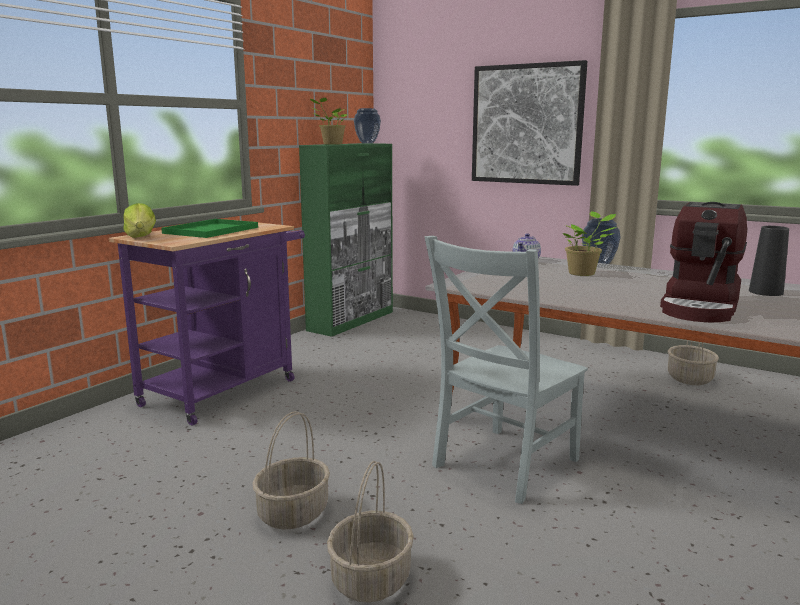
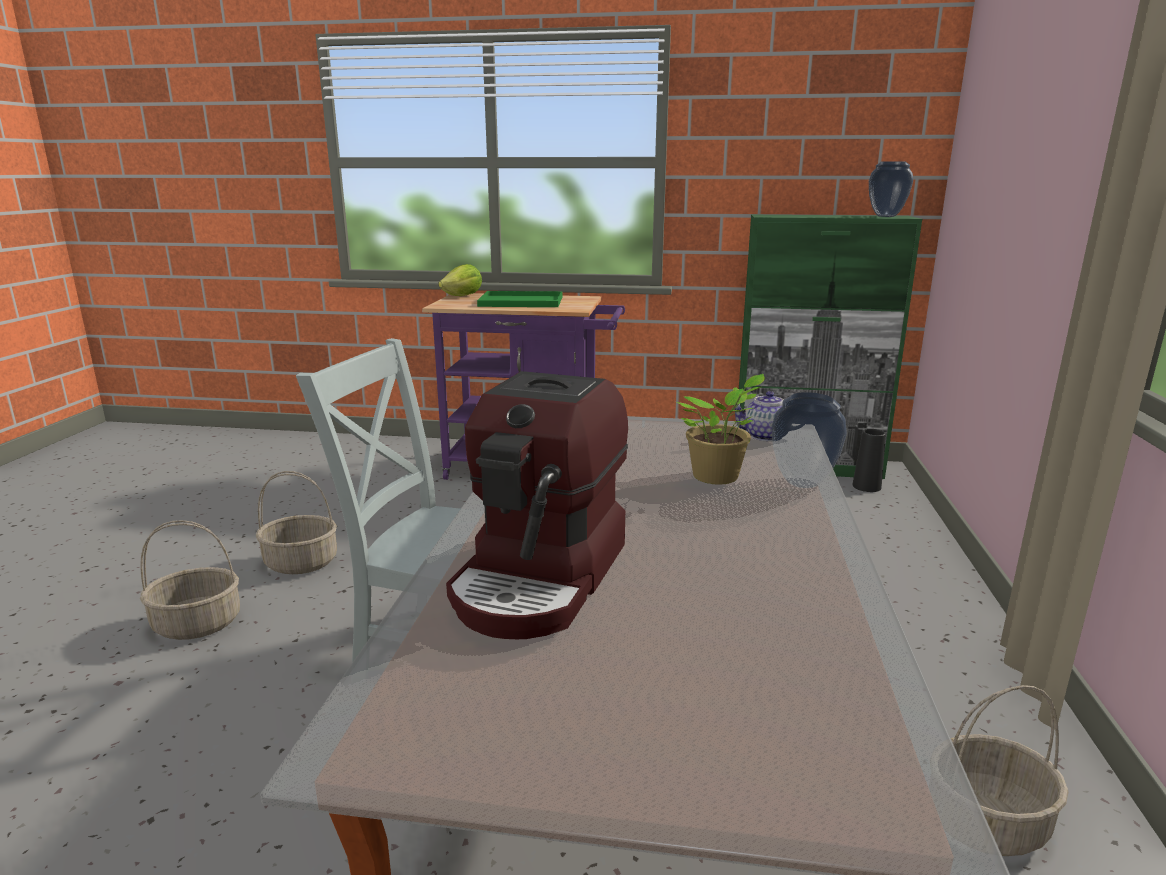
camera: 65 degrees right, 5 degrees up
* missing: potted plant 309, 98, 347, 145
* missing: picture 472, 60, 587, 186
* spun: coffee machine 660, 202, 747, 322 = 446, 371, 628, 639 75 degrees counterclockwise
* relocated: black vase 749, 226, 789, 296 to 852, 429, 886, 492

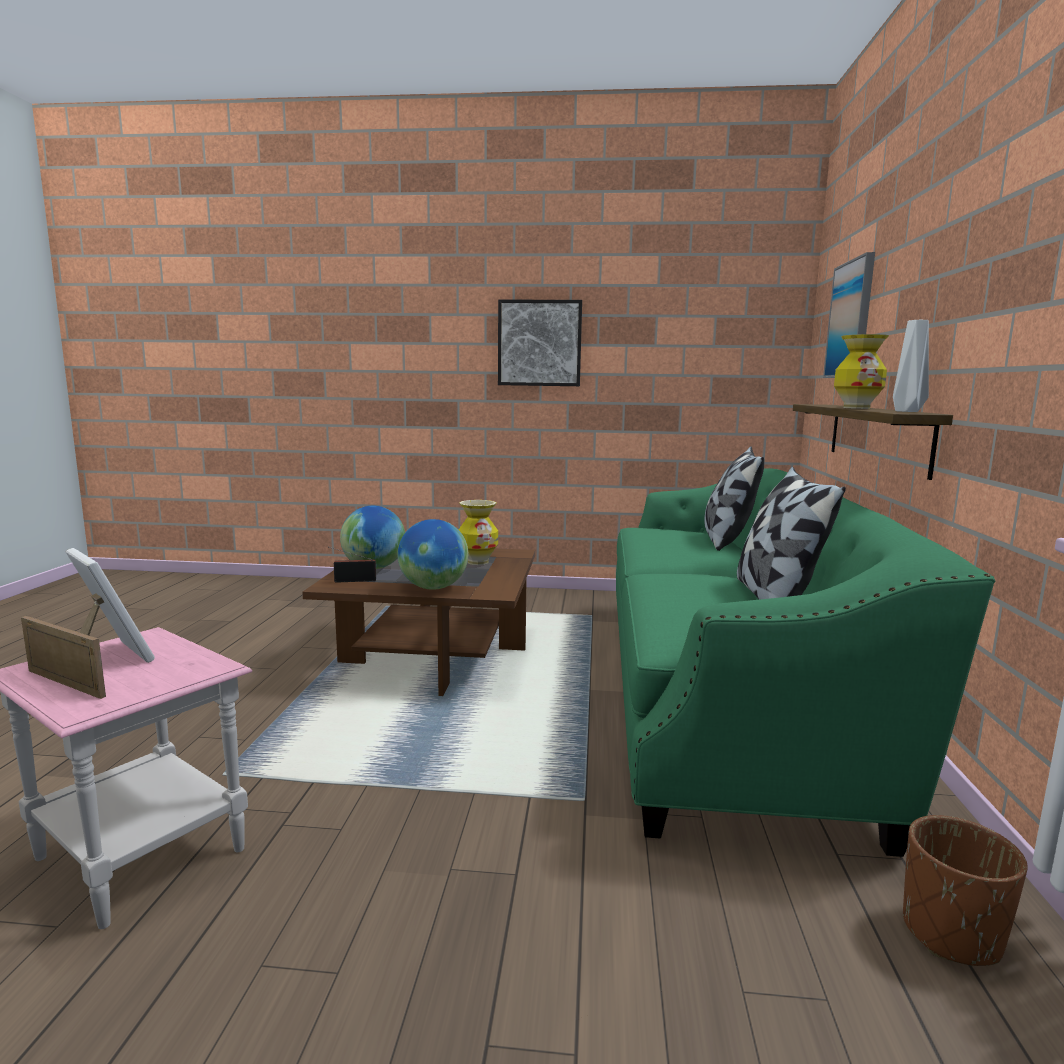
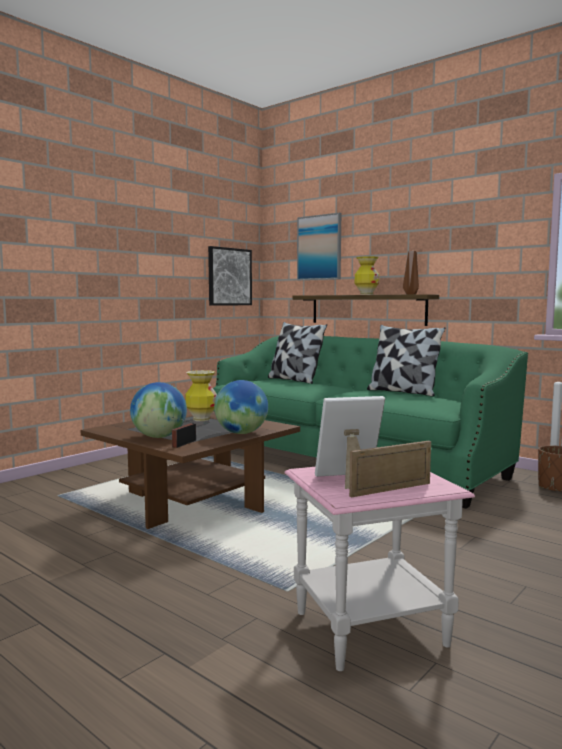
camera: 55 degrees left, 5 degrees down
* relocated: picture 498, 300, 582, 386 to 208, 246, 252, 306
* colour: white vase 893, 320, 929, 412 to brown vase 403, 251, 419, 295

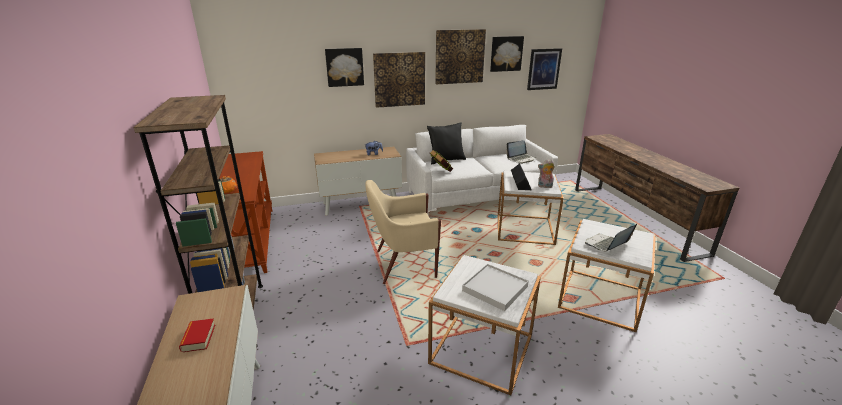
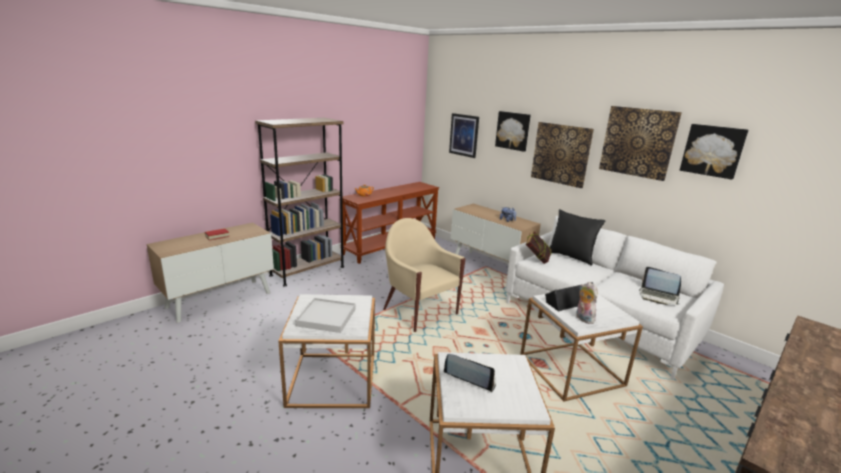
camera: 60 degrees right, 5 degrees down
* relocated: picture 527, 48, 562, 90 to 449, 113, 479, 158

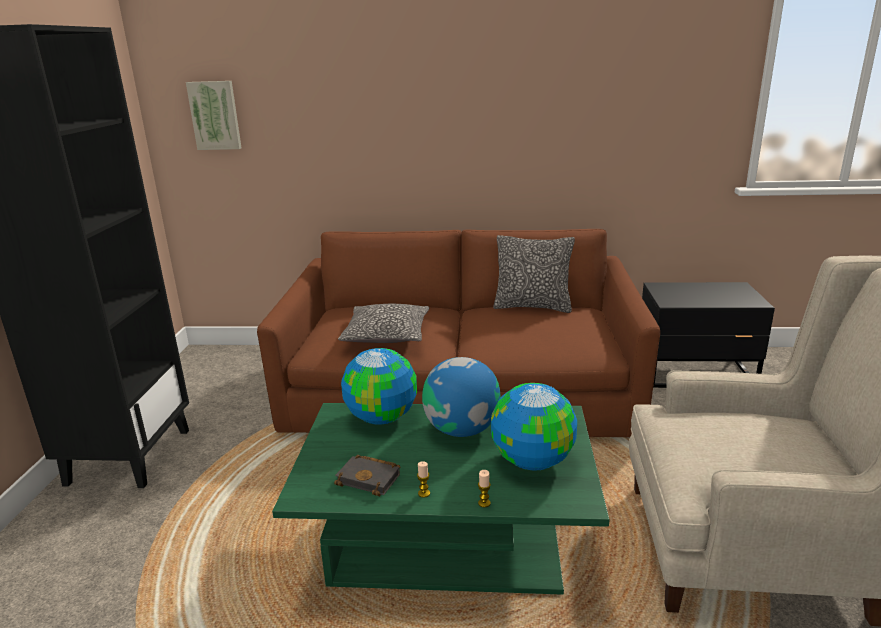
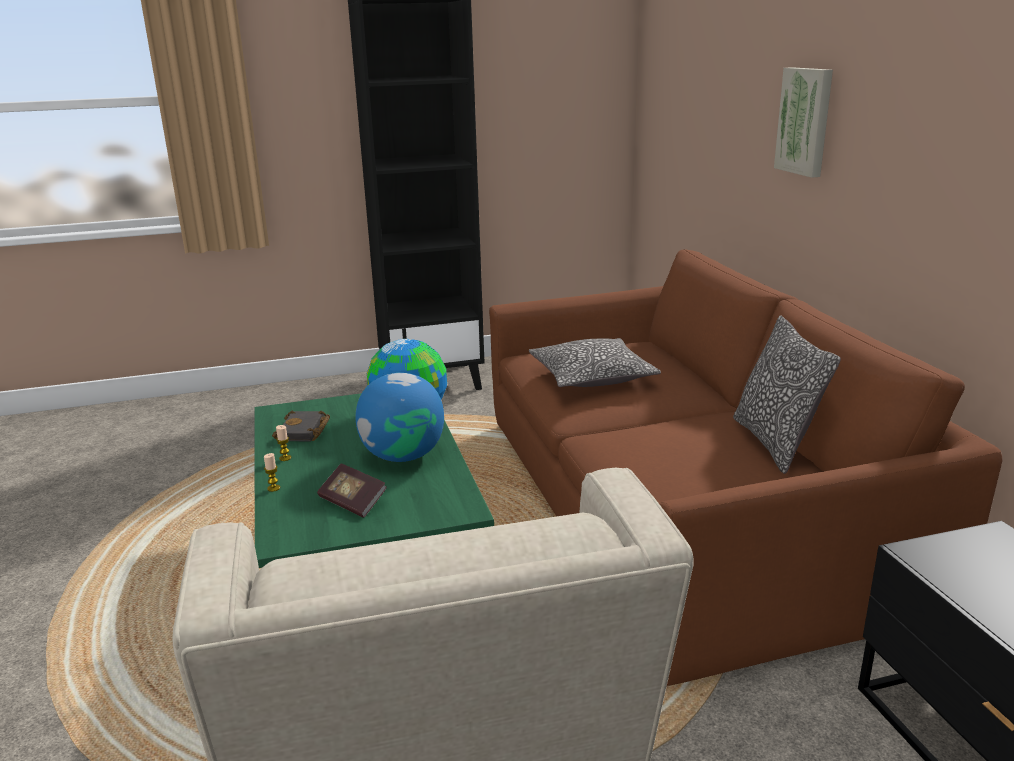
camera: 70 degrees right, 0 degrees up
* relocated: picture 186, 81, 242, 150 to 774, 67, 833, 178
* exchanged: globe 491, 383, 577, 471 to book 317, 463, 387, 518

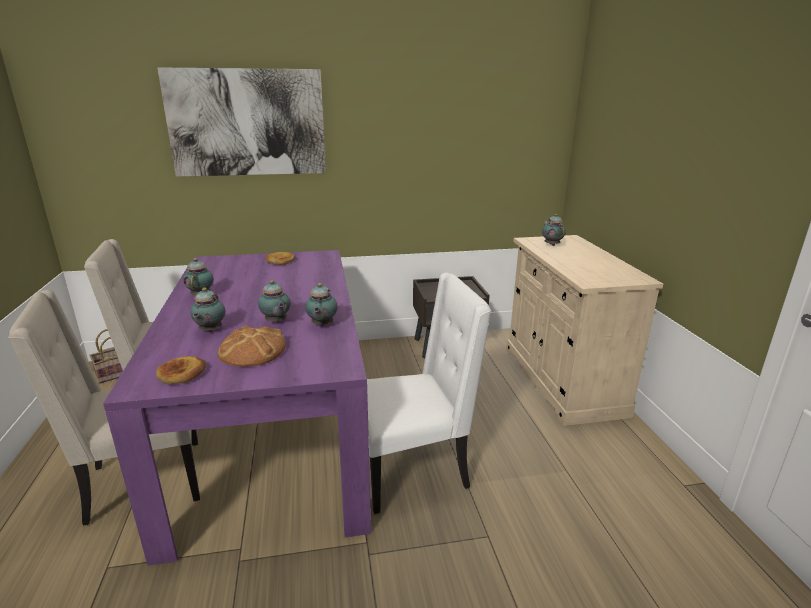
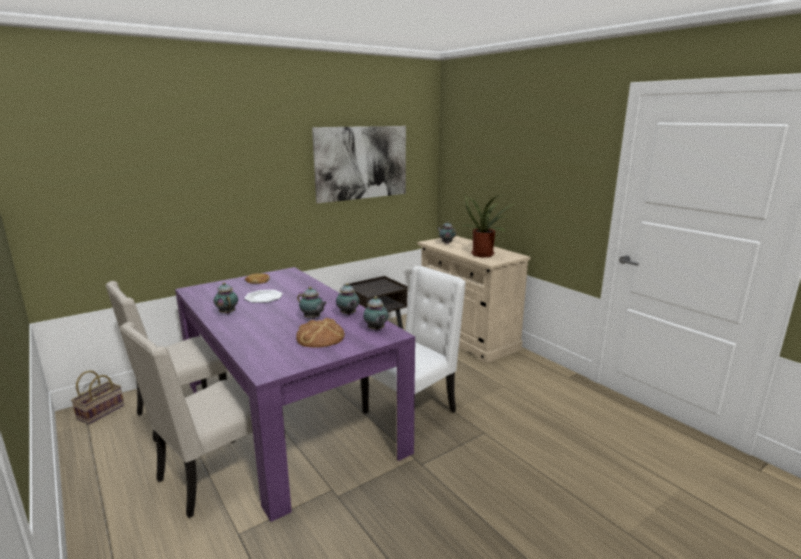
camera: 25 degrees left, 5 degrees down
* missing: bread 156, 356, 206, 384
* relocated: picture 157, 67, 326, 177 to 312, 126, 406, 203
* relocated: teapot 190, 288, 225, 332 to 363, 296, 388, 331
* appeared: plate 244, 290, 283, 303
* appeared: potted plant 462, 194, 514, 257

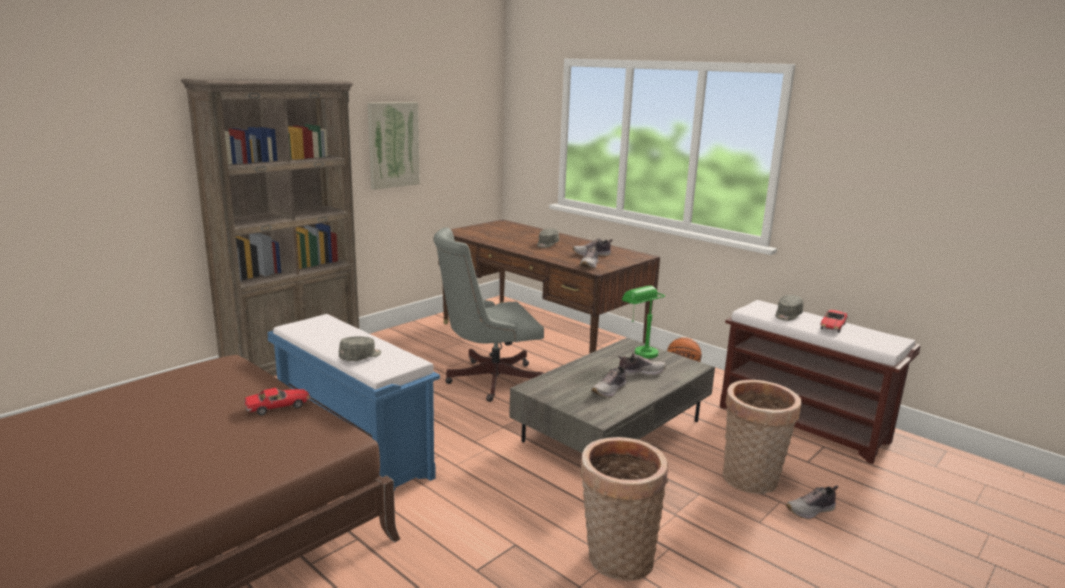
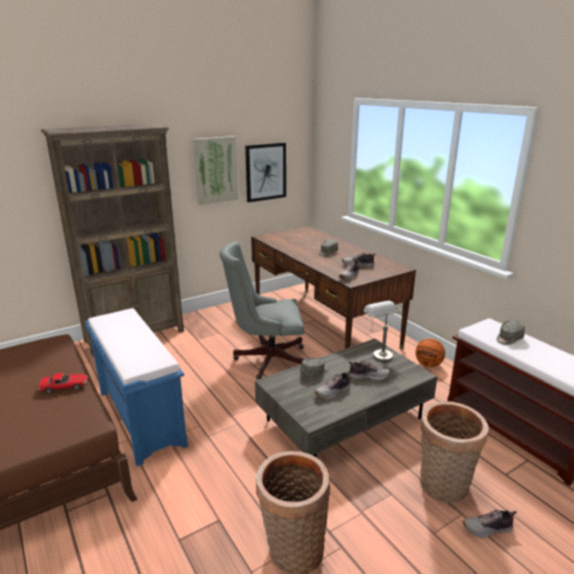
camera: 15 degrees right, 5 degrees up
* relocated: grey cap 339, 336, 381, 361 to 300, 358, 328, 377
* colour: green table lamp 622, 286, 665, 358 to grey table lamp 363, 301, 401, 362
* missing: toy car 820, 310, 848, 333
* appeared: picture 245, 143, 286, 202

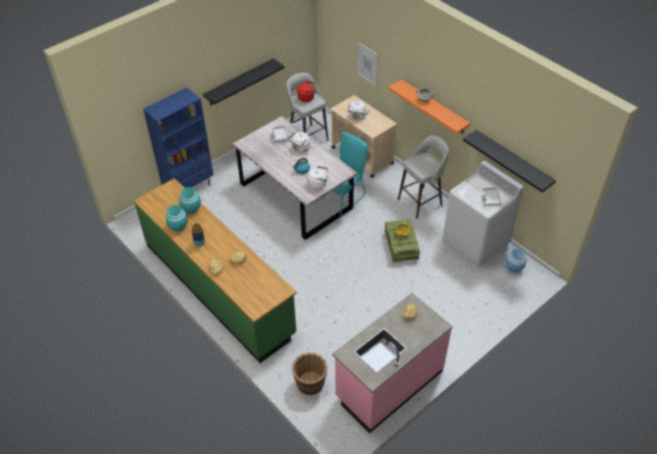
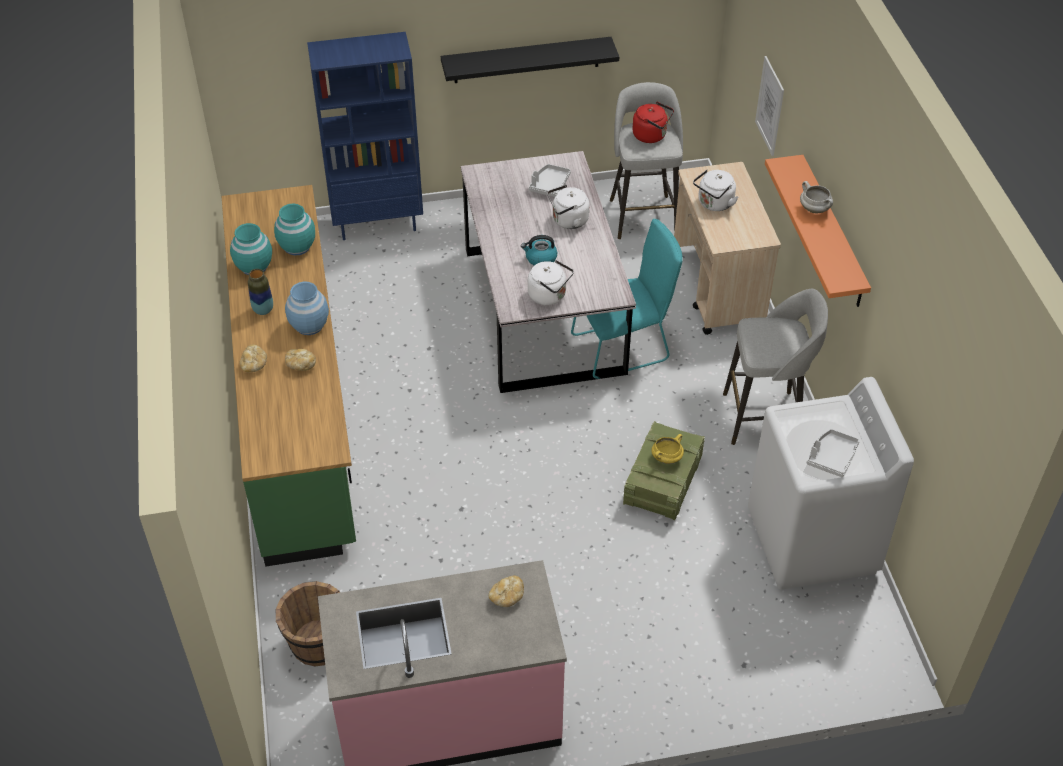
camera: 30 degrees right, 0 degrees up
* missing: black shelf 463, 130, 556, 192
* relocated: blue vase 505, 249, 526, 273 to 285, 281, 329, 335

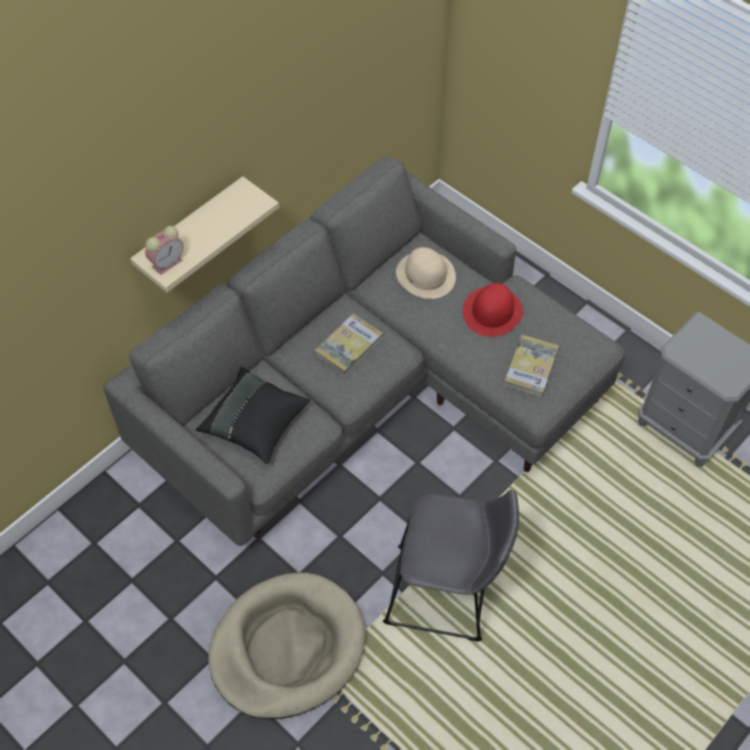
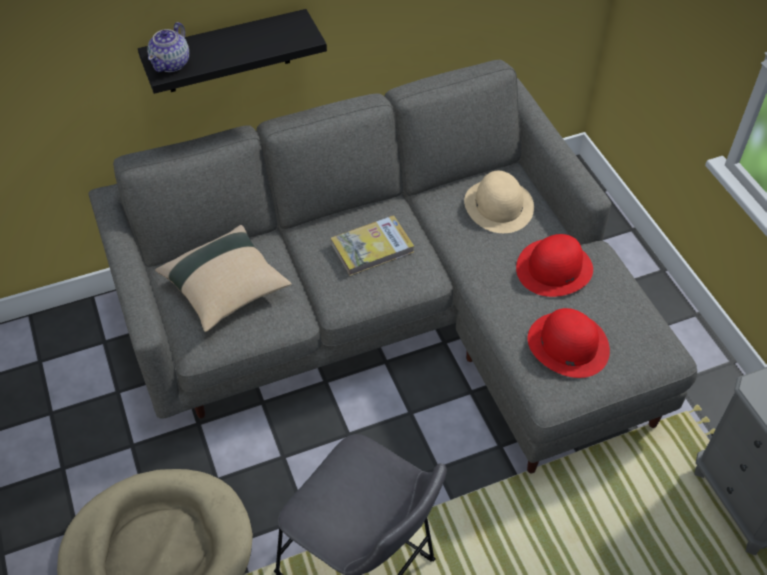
camera: 25 degrees right, 5 degrees down
* colour: beige shelf 130, 176, 279, 293 to black shelf 138, 9, 327, 94
* exchanged: alarm clock 145, 226, 184, 275 to teapot 147, 22, 189, 72
* colour: black pillow 196, 367, 310, 464 to beige pillow 155, 225, 291, 332
* exchanged: book 504, 335, 559, 397 to red hat 528, 308, 610, 378

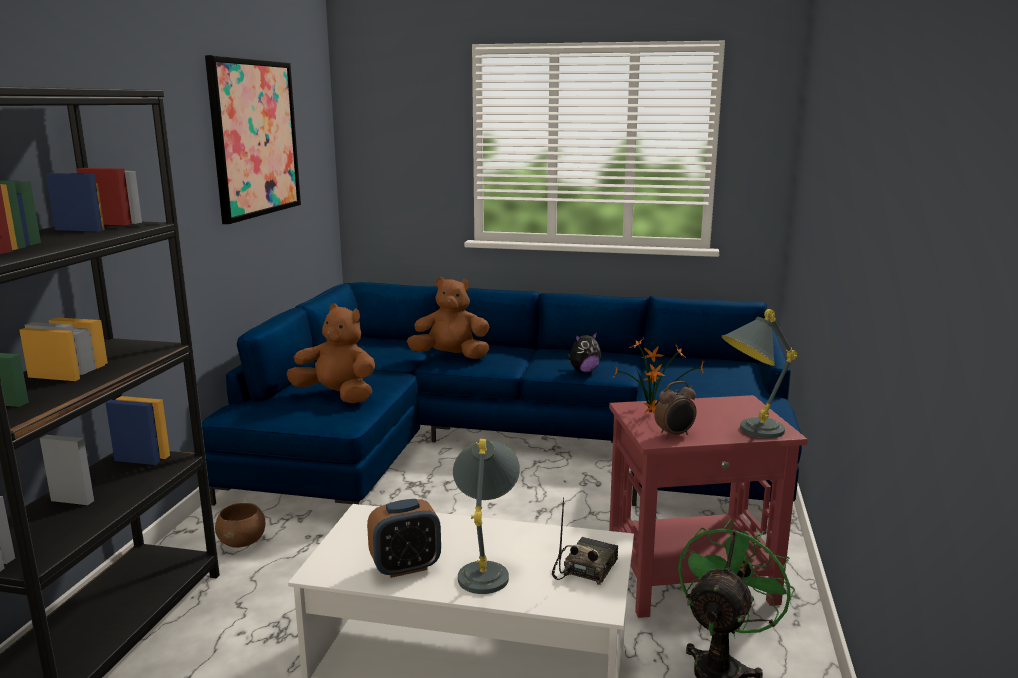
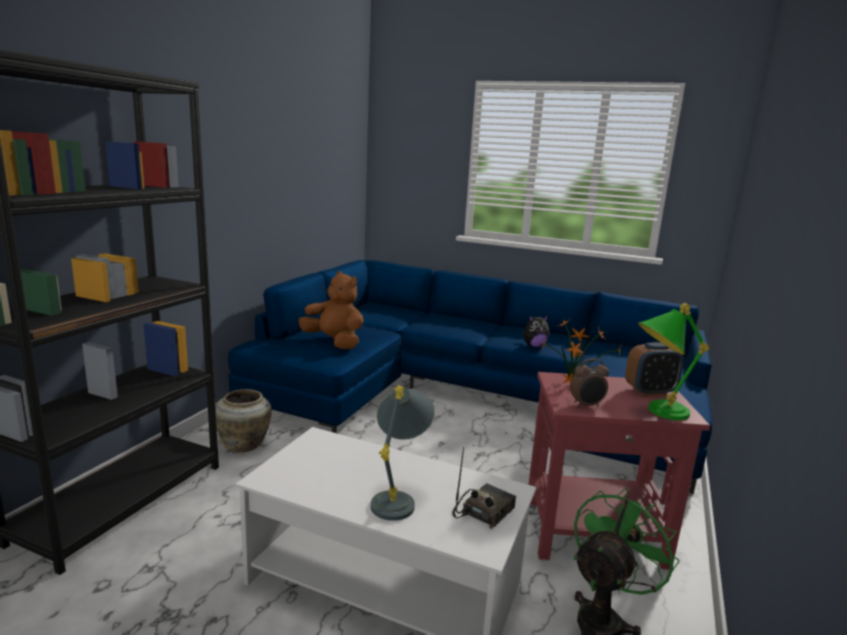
camera: 10 degrees right, 0 degrees up
* missing: picture 205, 55, 301, 224
* exchanged: brown bowl 215, 503, 265, 548 to beige vase 216, 389, 272, 453
* relocated: alarm clock 367, 499, 441, 578 to 625, 342, 684, 396
* missing: brown plush toy 407, 277, 489, 359
* colour: grey table lamp 722, 309, 798, 438 to green table lamp 638, 303, 709, 420

